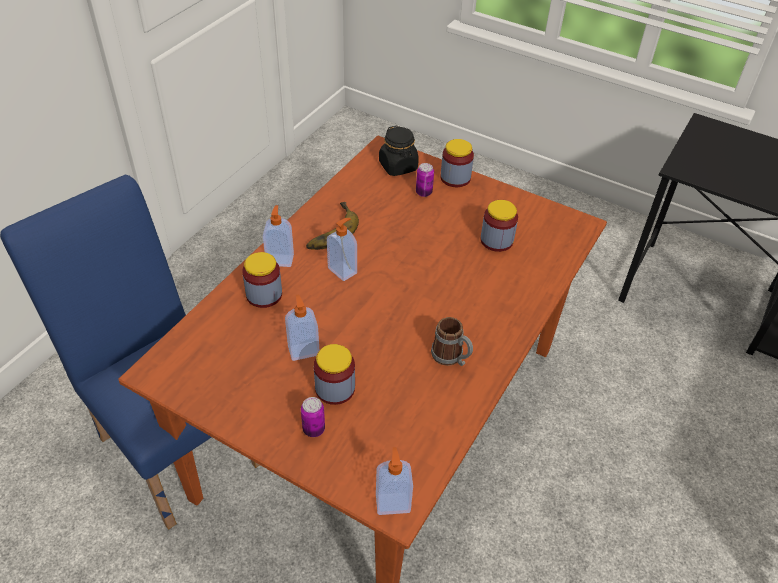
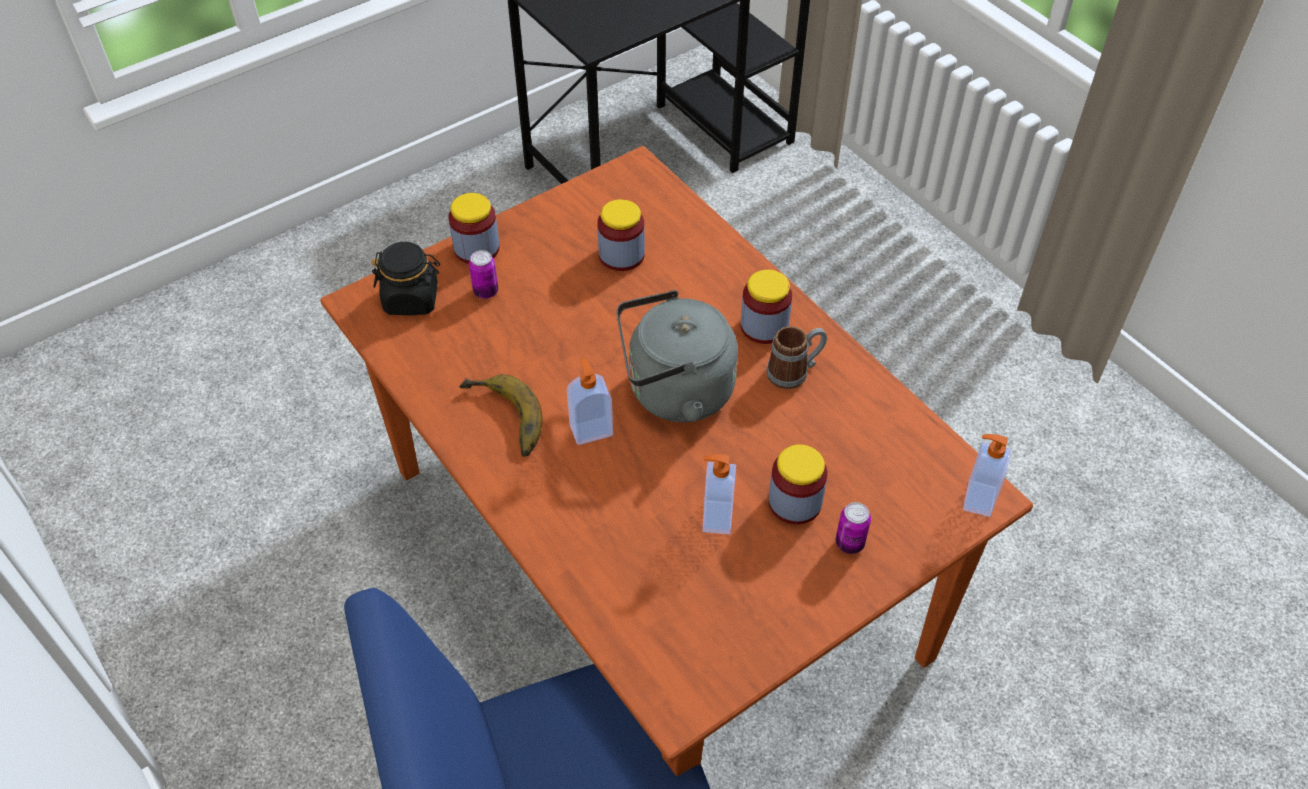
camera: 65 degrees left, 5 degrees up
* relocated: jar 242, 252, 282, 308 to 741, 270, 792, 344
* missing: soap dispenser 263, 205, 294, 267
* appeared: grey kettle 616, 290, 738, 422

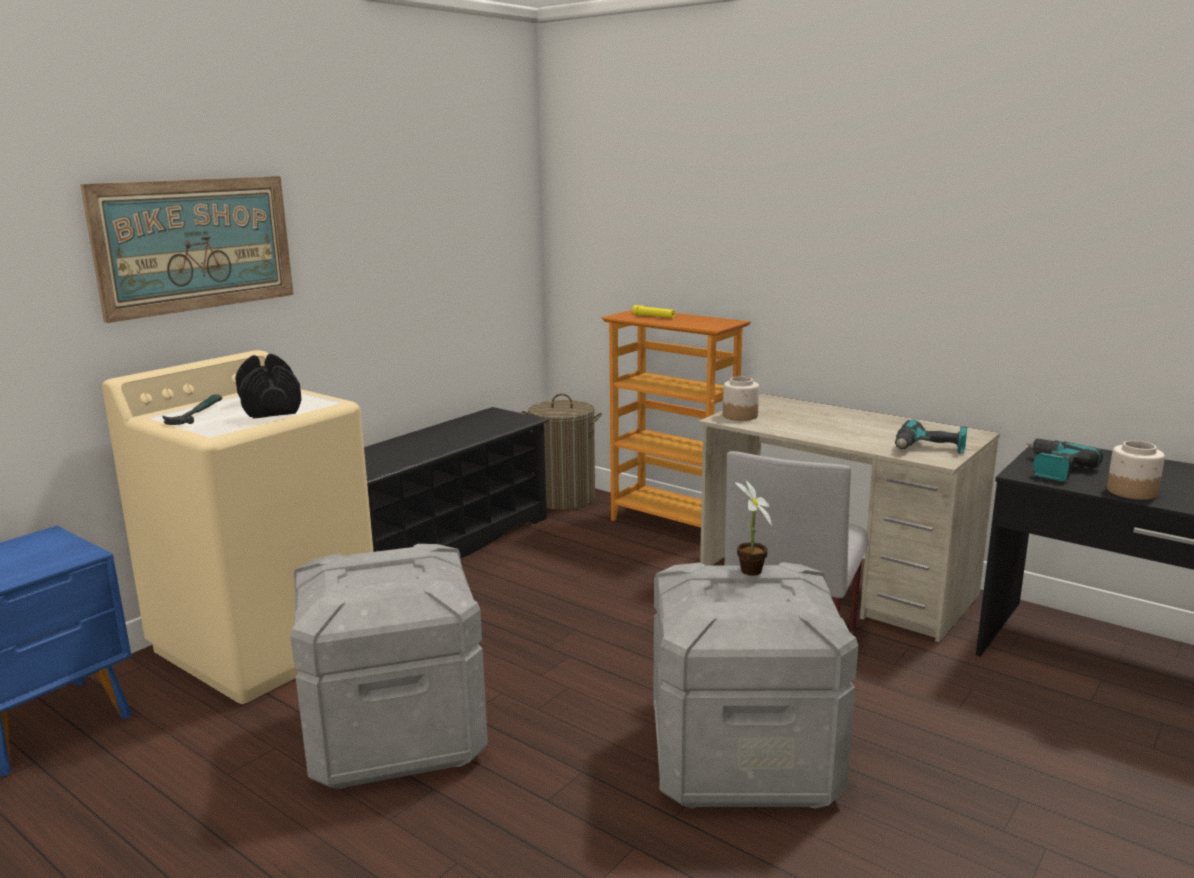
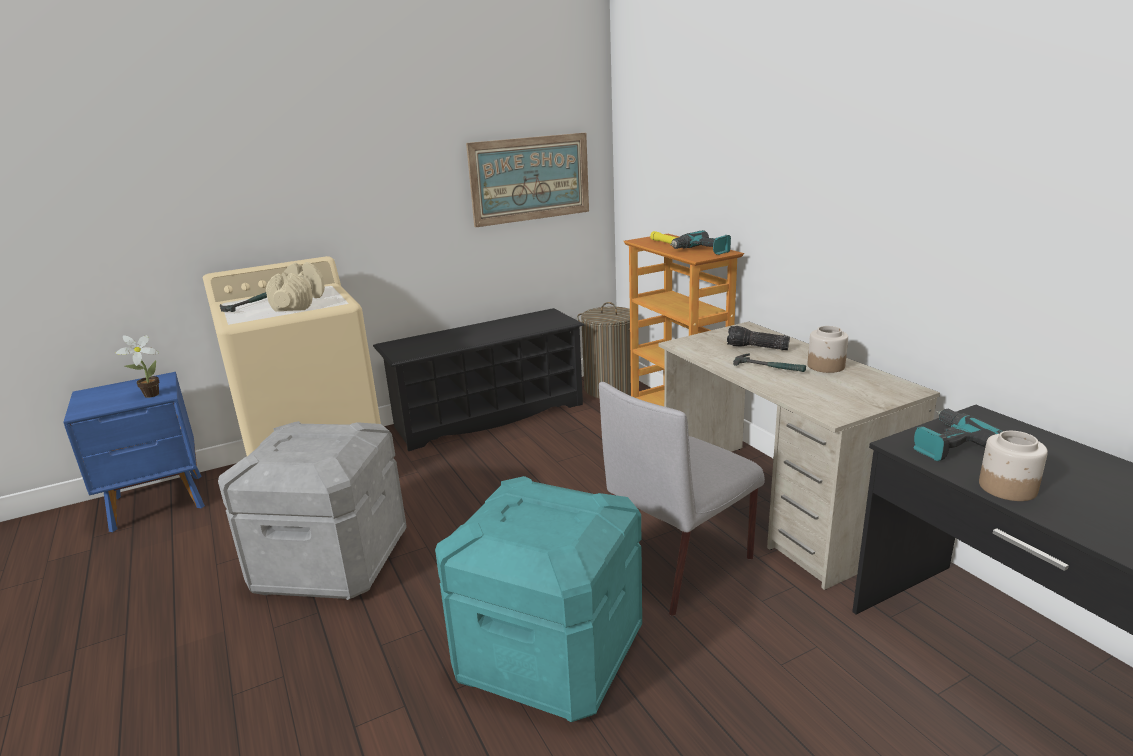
camera: 25 degrees right, 5 degrees up
* relocated: picture 80, 176, 294, 323 to 466, 133, 589, 227
* colour: black dumbbell 235, 354, 302, 418 to beige dumbbell 266, 262, 325, 312
* colour: grey storage box 653, 562, 858, 809 to turquoise storage box 435, 476, 642, 722
* relocated: jar 723, 376, 759, 421 to 808, 326, 848, 373
* relocated: potted plant 735, 480, 772, 576 to 115, 335, 159, 398
* relocated: power drill 895, 420, 967, 454 to 670, 230, 731, 255
* appeared: flashlight 727, 326, 790, 350
* appeared: hammer 733, 353, 806, 372

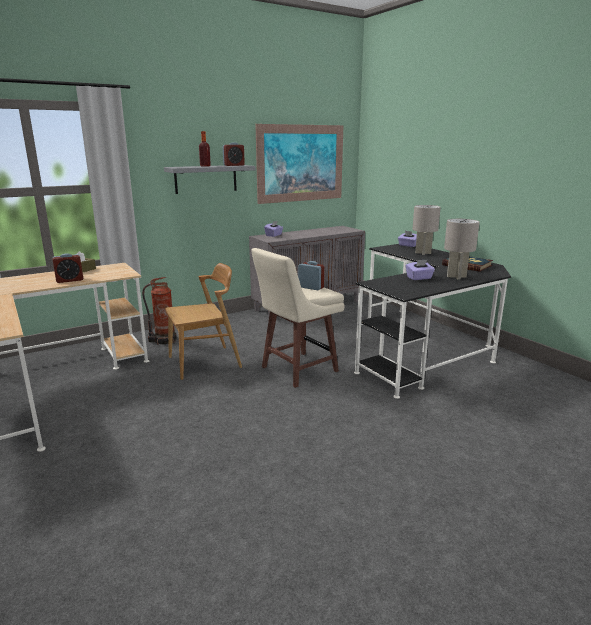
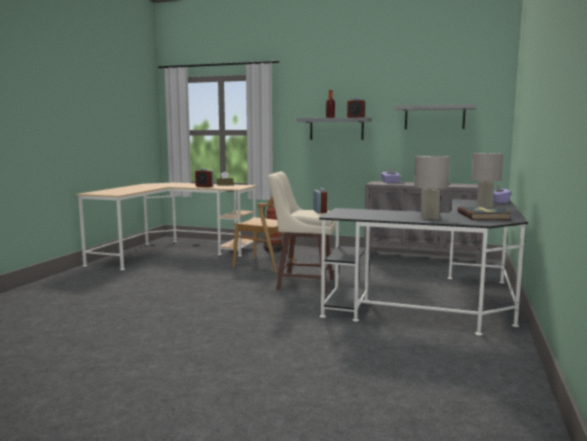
camera: 50 degrees right, 10 degrees down
* exchanged: picture 255, 124, 343, 204 to grey shelf 395, 104, 476, 129
* missing: purple tissue box 406, 259, 435, 280

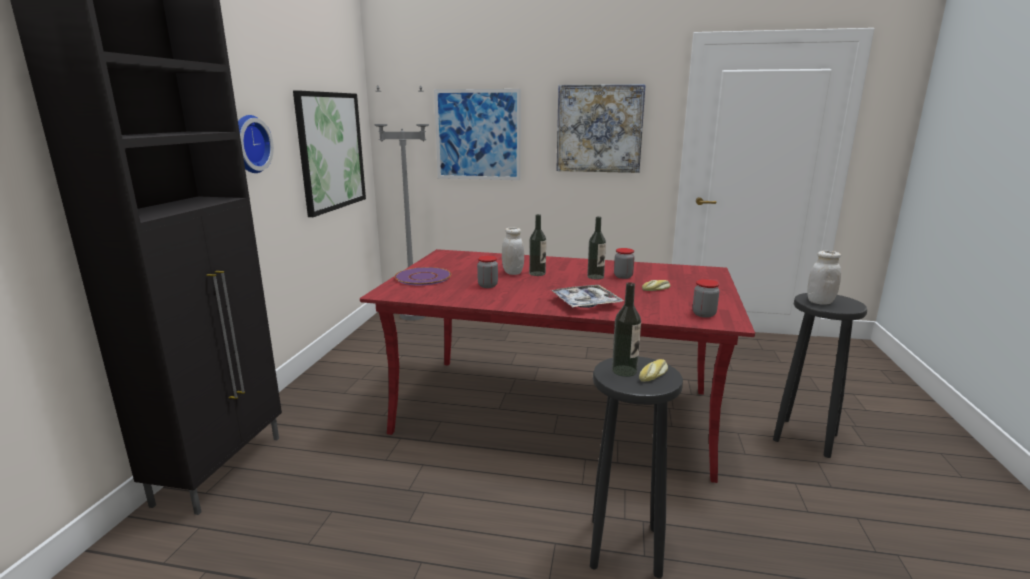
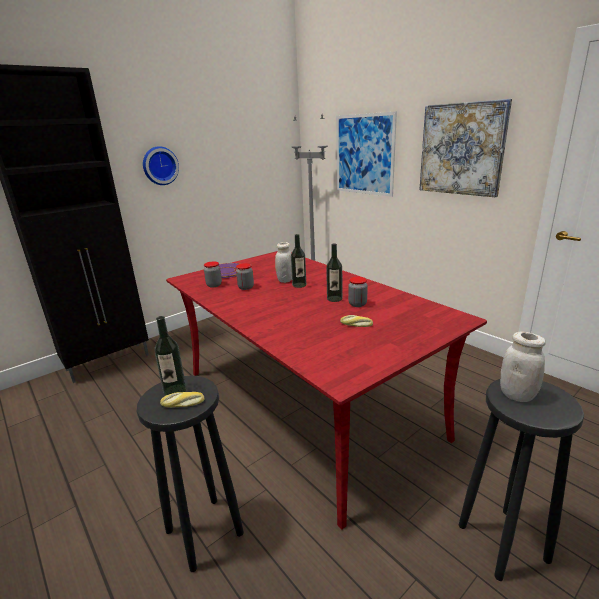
camera: 40 degrees right, 5 degrees up
* missing: picture 293, 90, 366, 217
* missing: tray 551, 285, 624, 308
* relocated: jar 693, 279, 719, 318 to 204, 261, 222, 288

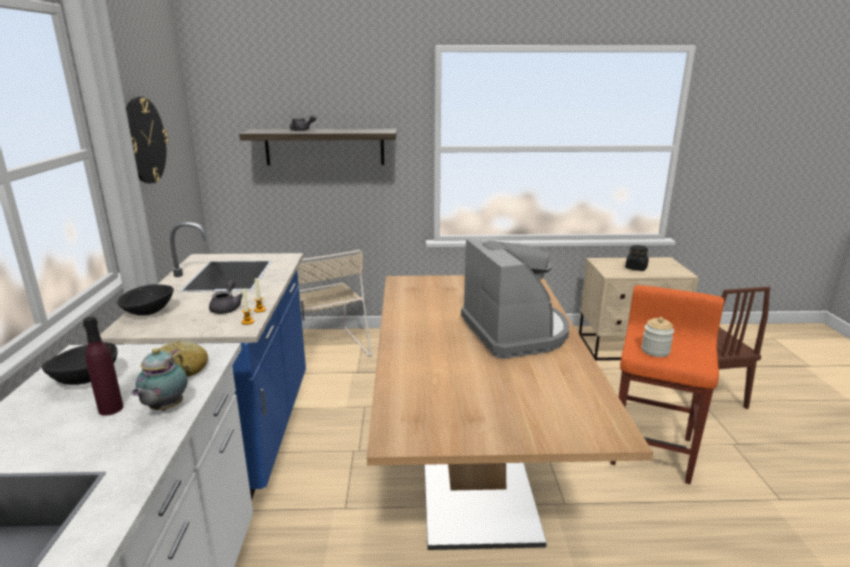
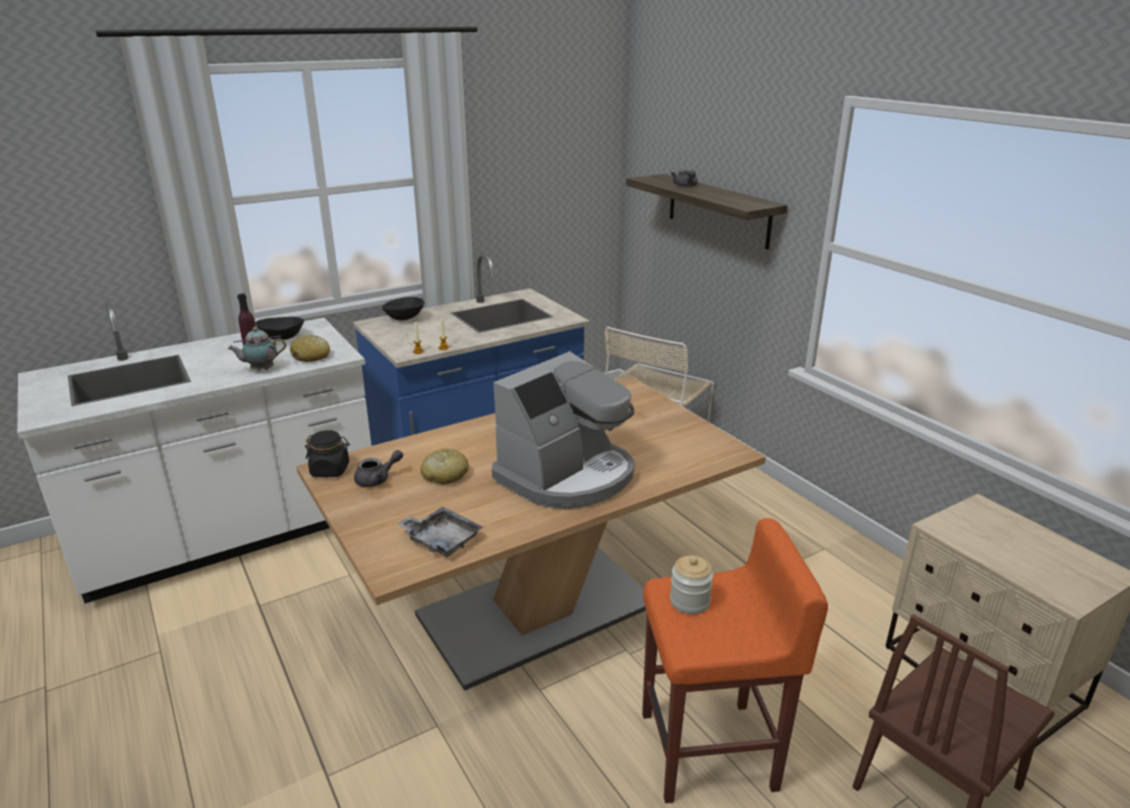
camera: 60 degrees right, 5 degrees up
* missing: wall clock 126, 97, 168, 183
* relocated: grey teapot 209, 280, 243, 314 to 354, 450, 403, 487
* relocated: black jar 625, 245, 649, 271 to 305, 430, 350, 477
* appeared: grey tray 397, 506, 483, 557
* appeared: bread 421, 449, 469, 485

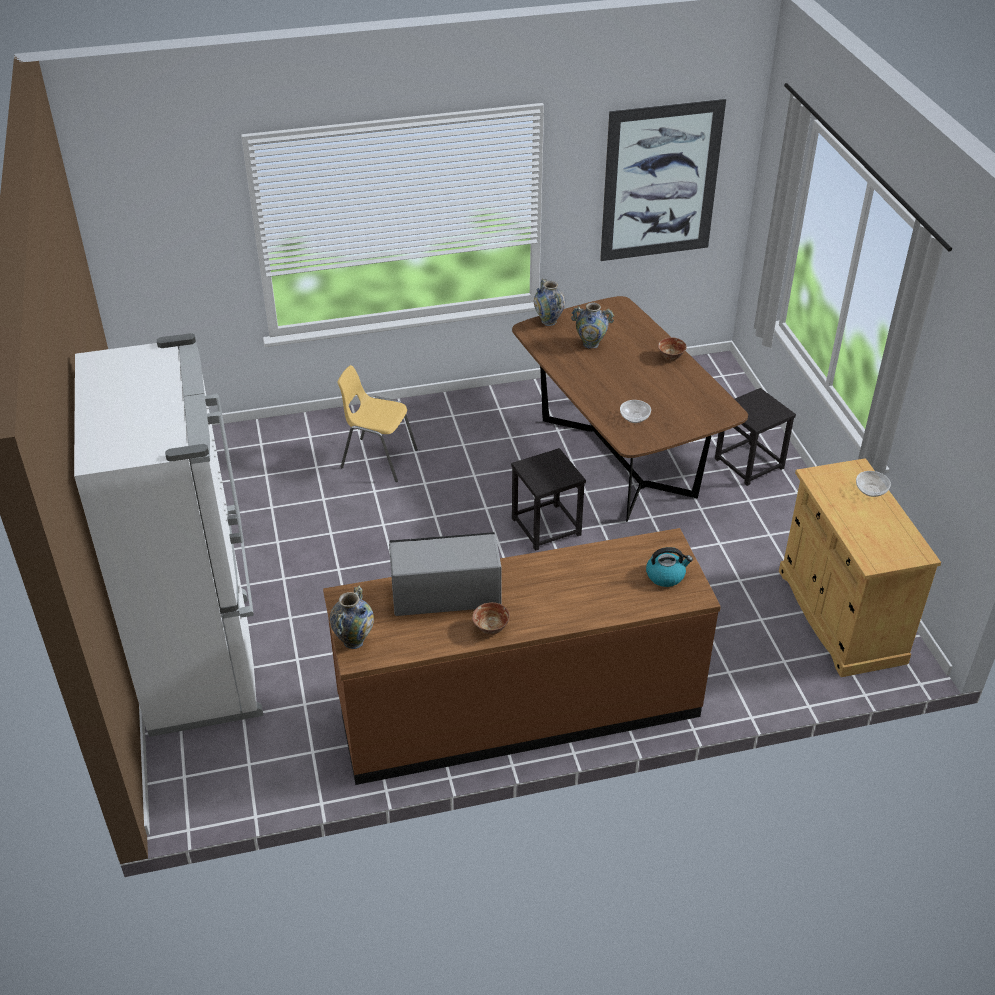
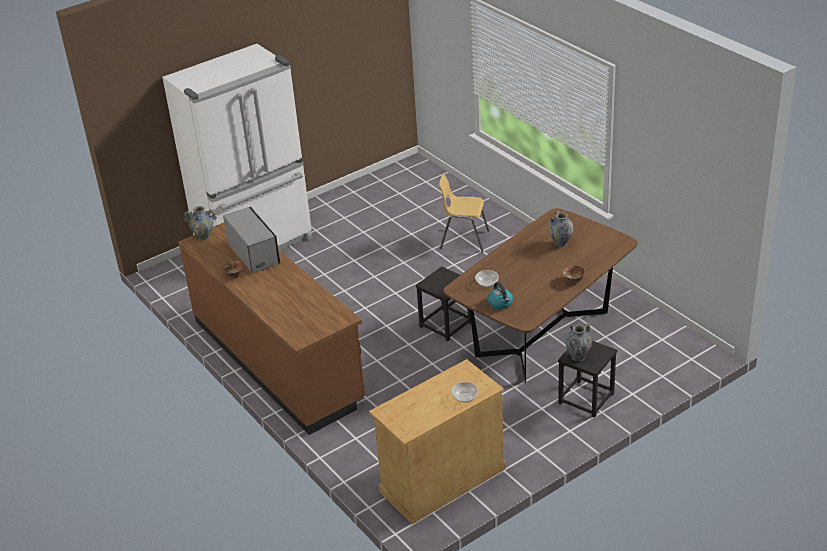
camera: 70 degrees right, 5 degrees down
* spun: yellow chair 338, 365, 418, 482 = 439, 174, 489, 252 75 degrees counterclockwise
* relocated: vase 534, 278, 565, 326 to 565, 323, 592, 361
* missing: picture 600, 99, 726, 261
* relocated: kettle 646, 547, 693, 587 to 487, 282, 513, 309

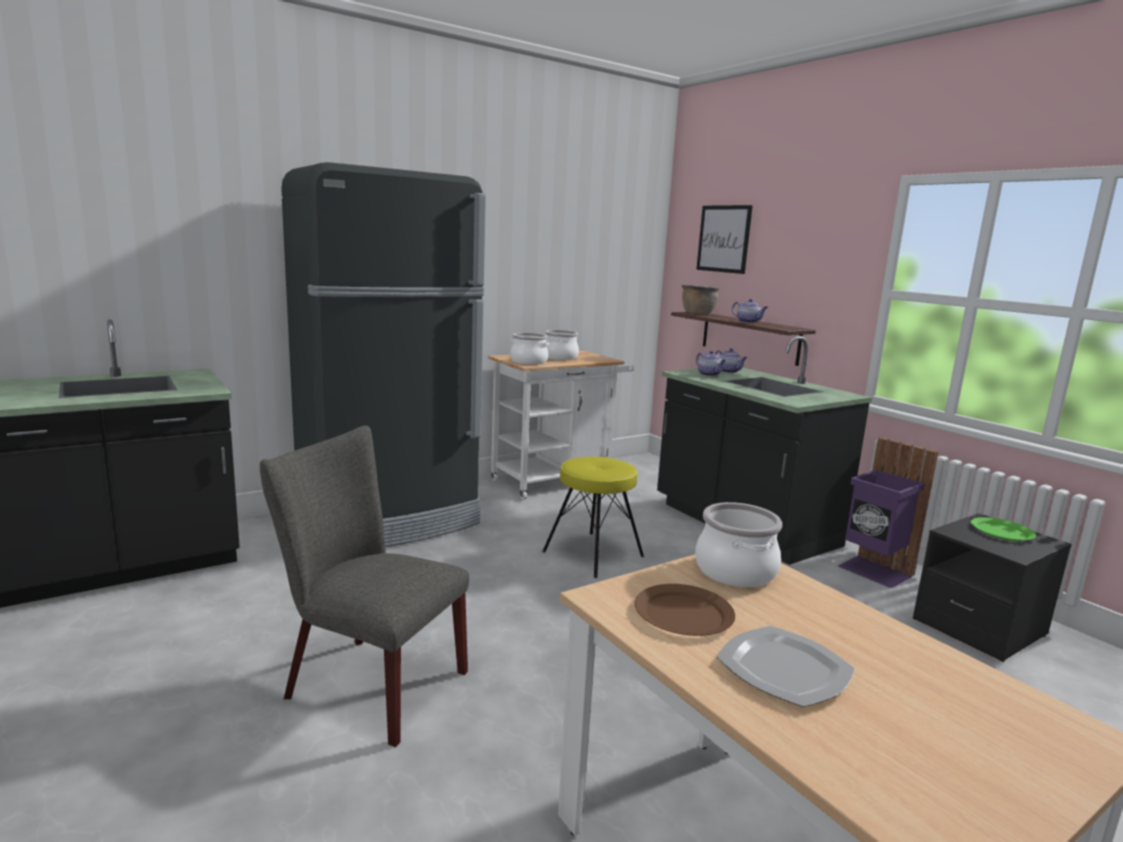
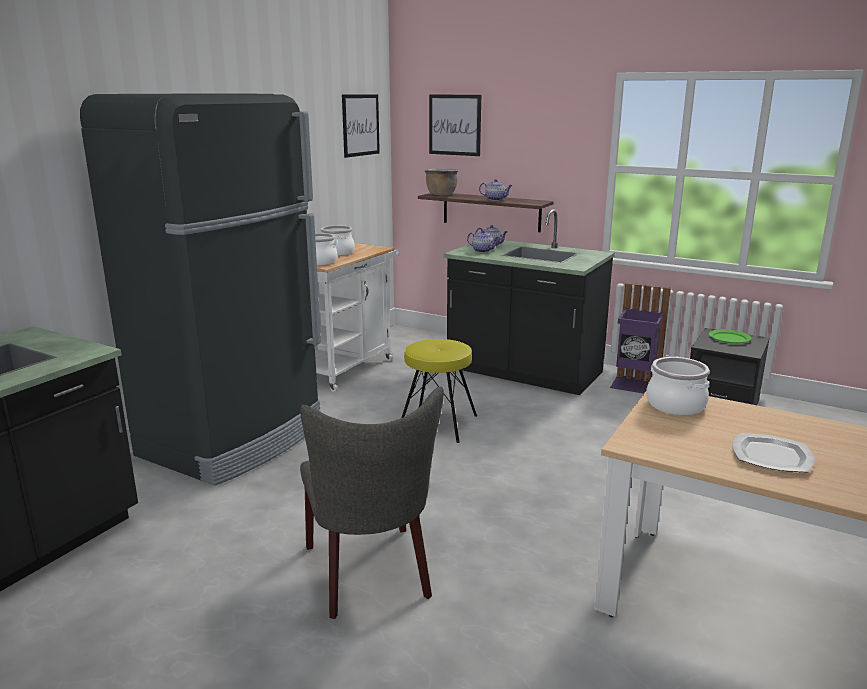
camera: 25 degrees left, 5 degrees up
* spun: grey chair 260, 425, 469, 747 = 300, 387, 444, 619 105 degrees counterclockwise
* missing: brown plate 635, 584, 735, 636
* appeared: picture 342, 94, 380, 158

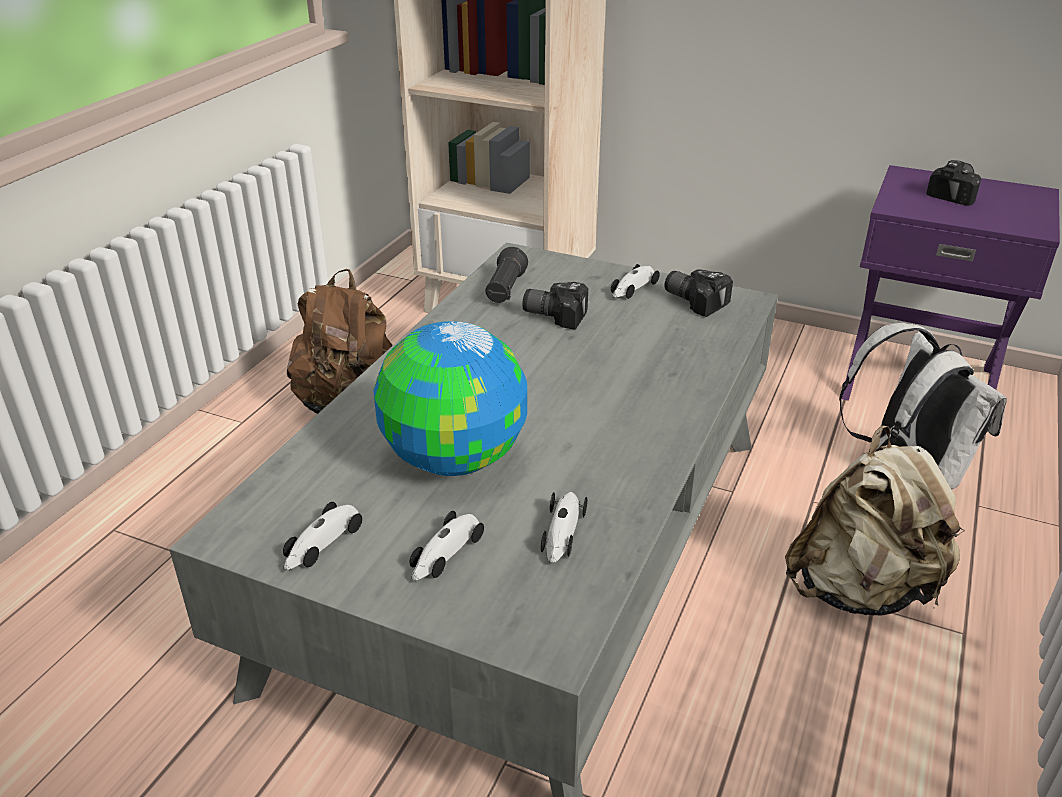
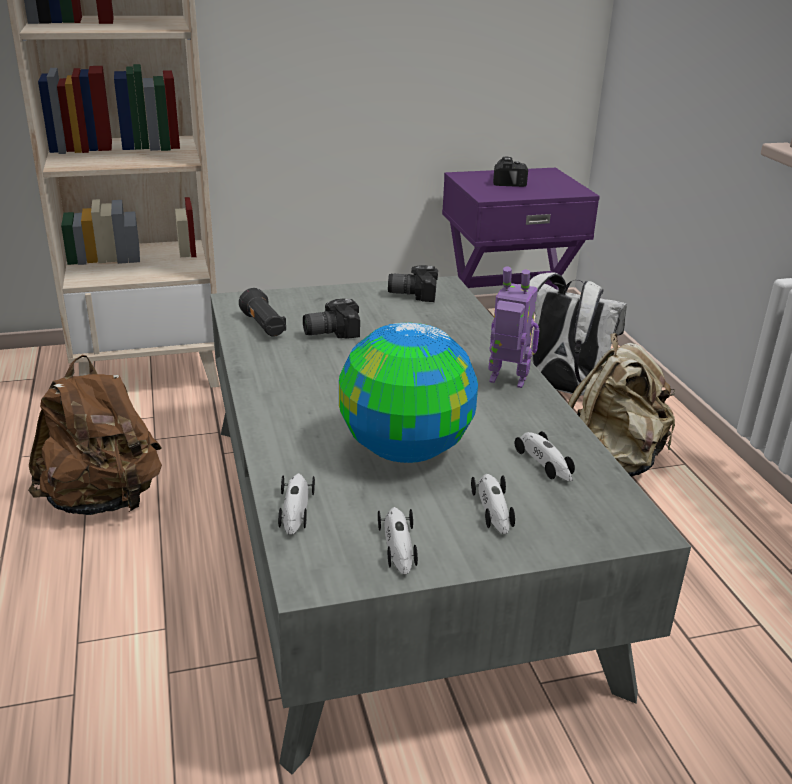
camera: 40 degrees left, 5 degrees down
* relocated: toy car 611, 264, 660, 299 to 278, 473, 315, 535
* appeared: toy robot 489, 267, 539, 388

